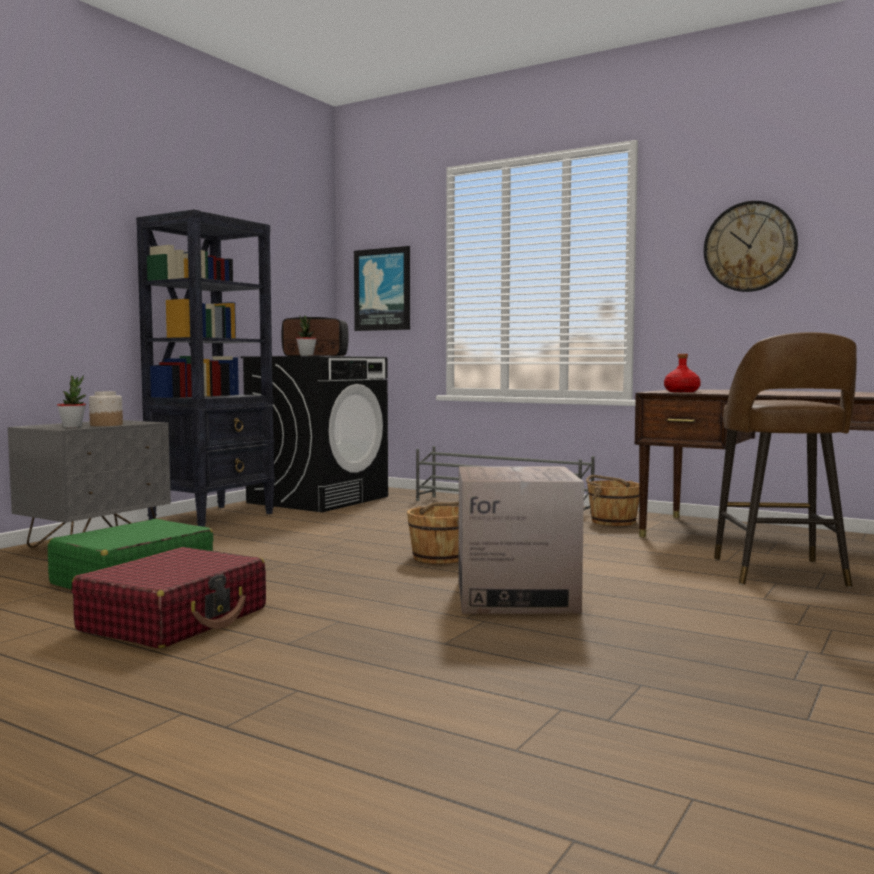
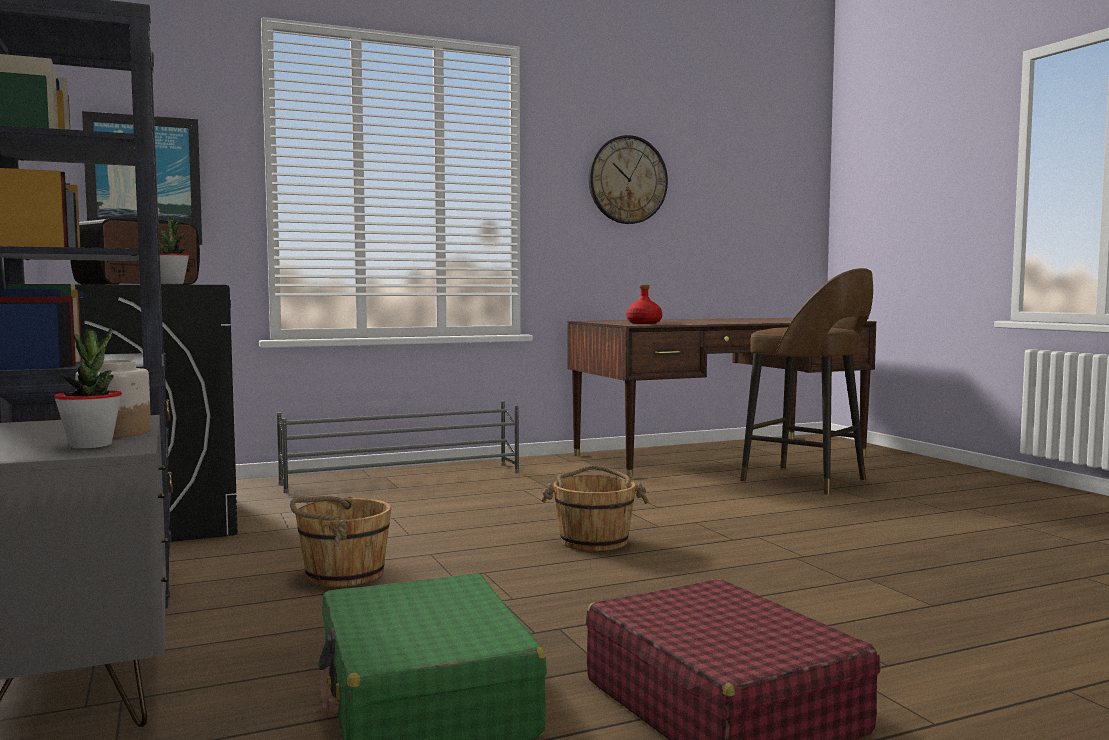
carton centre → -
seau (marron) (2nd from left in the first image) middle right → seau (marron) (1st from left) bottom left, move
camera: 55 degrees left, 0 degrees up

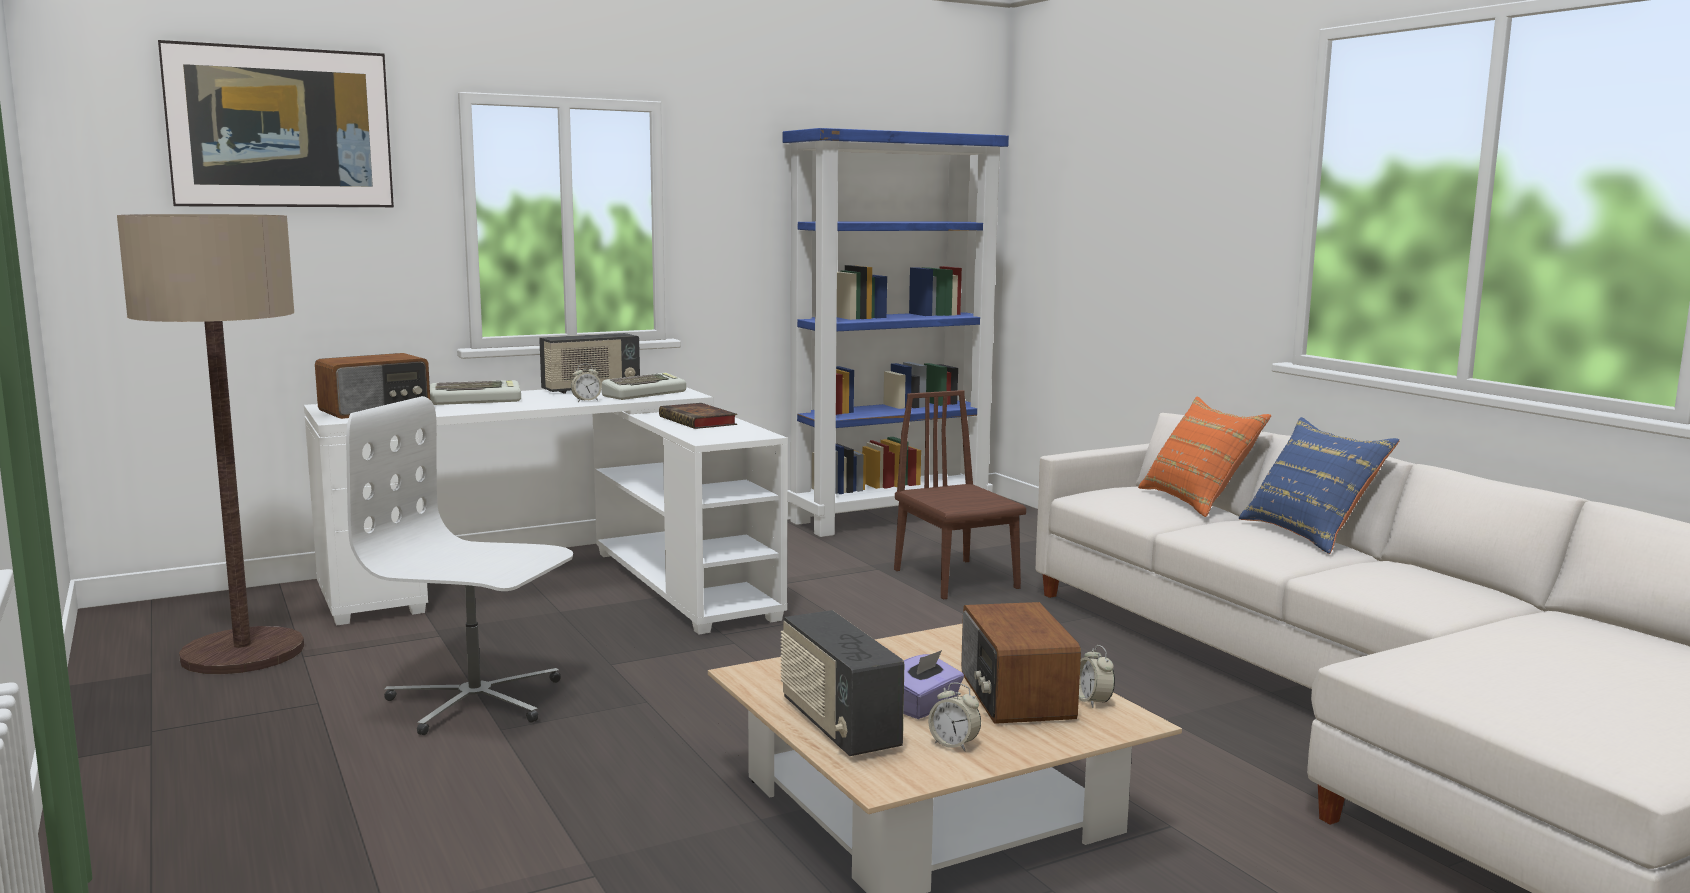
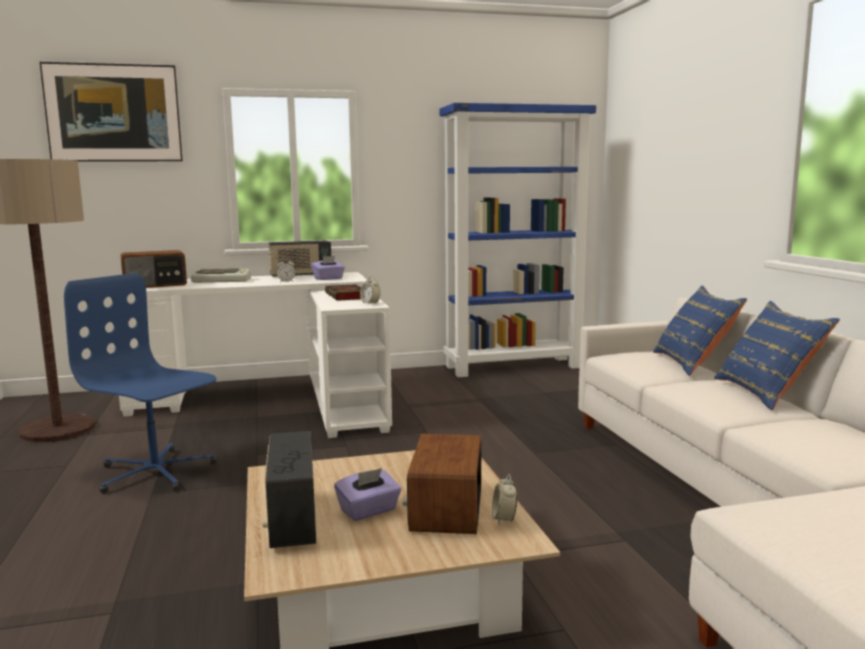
clavier (2nd from left) centre → boîte à mouchoirs (violet) (1st from left) centre
chaise (marron) centre → -
chaise de bureau (blanc) middle left → chaise de bureau (bleu) middle left
coussin (orange) middle right → coussin (bleu) (1st from left) middle right
réveil (2nd from left) bottom centre → réveil (2nd from left) centre, move
camera: 15 degrees right, 0 degrees up

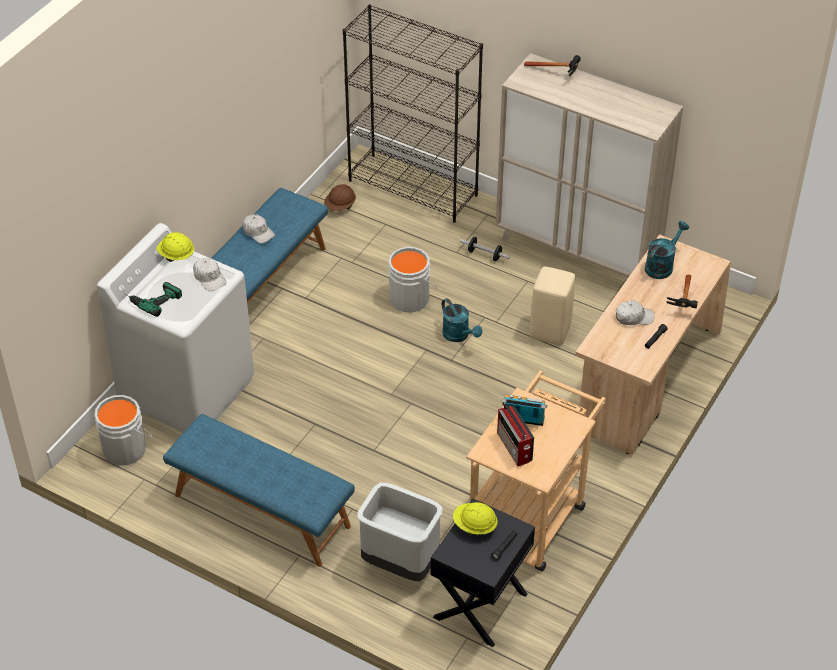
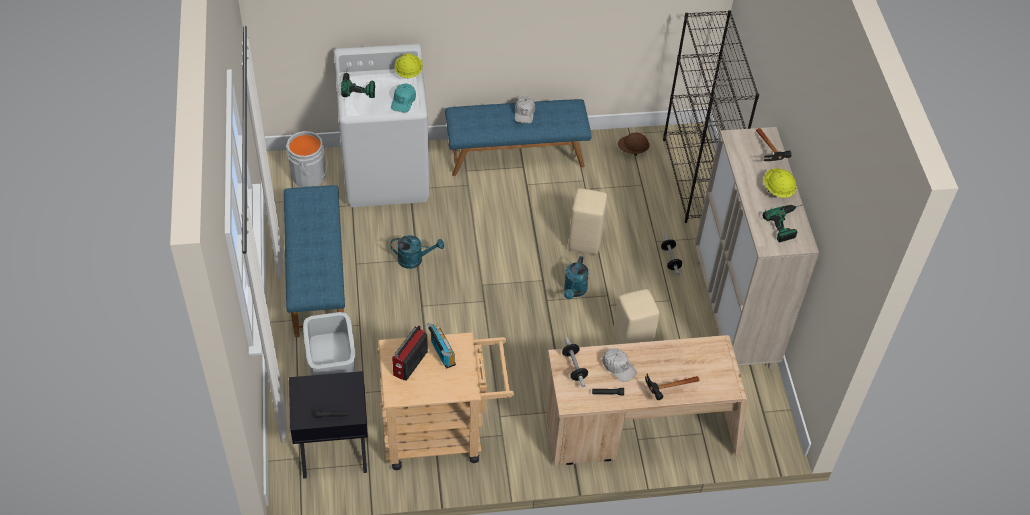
arrosoir (turquoise) (2nd from left in the first image) middle right → arrosoir (turquoise) (1st from left) centre, move
seau (gris) (2nd from left) centre → tabouret (beige) (1st from left) centre
casquette (blanc) (1st from left) middle left → casquette (turquoise) top centre
casque de chantier (jaune) (2nd from left) bottom centre → casque de chantier (jaune) (2nd from left) middle right, move
- → perceuse (2nd from left) middle right
- → haltère (1st from left) bottom centre
camera: 50 degrees right, 5 degrees up

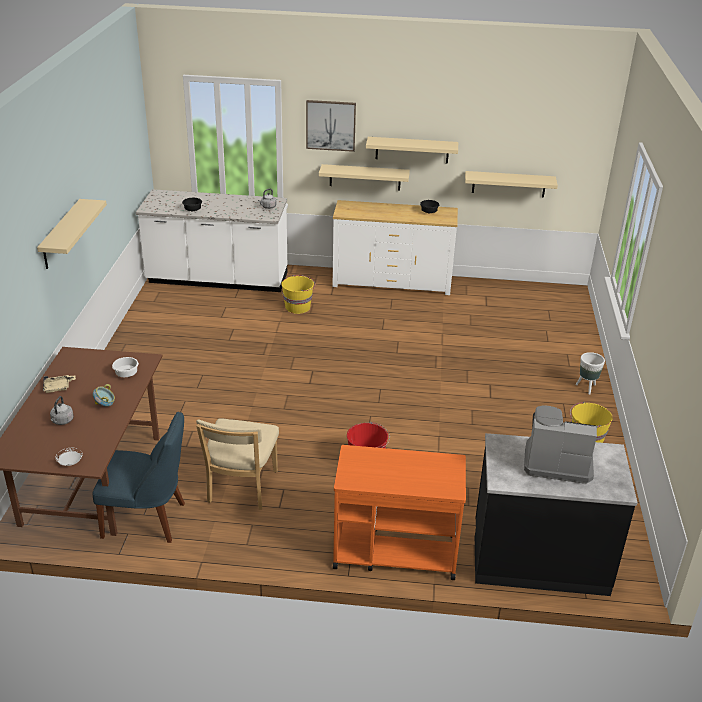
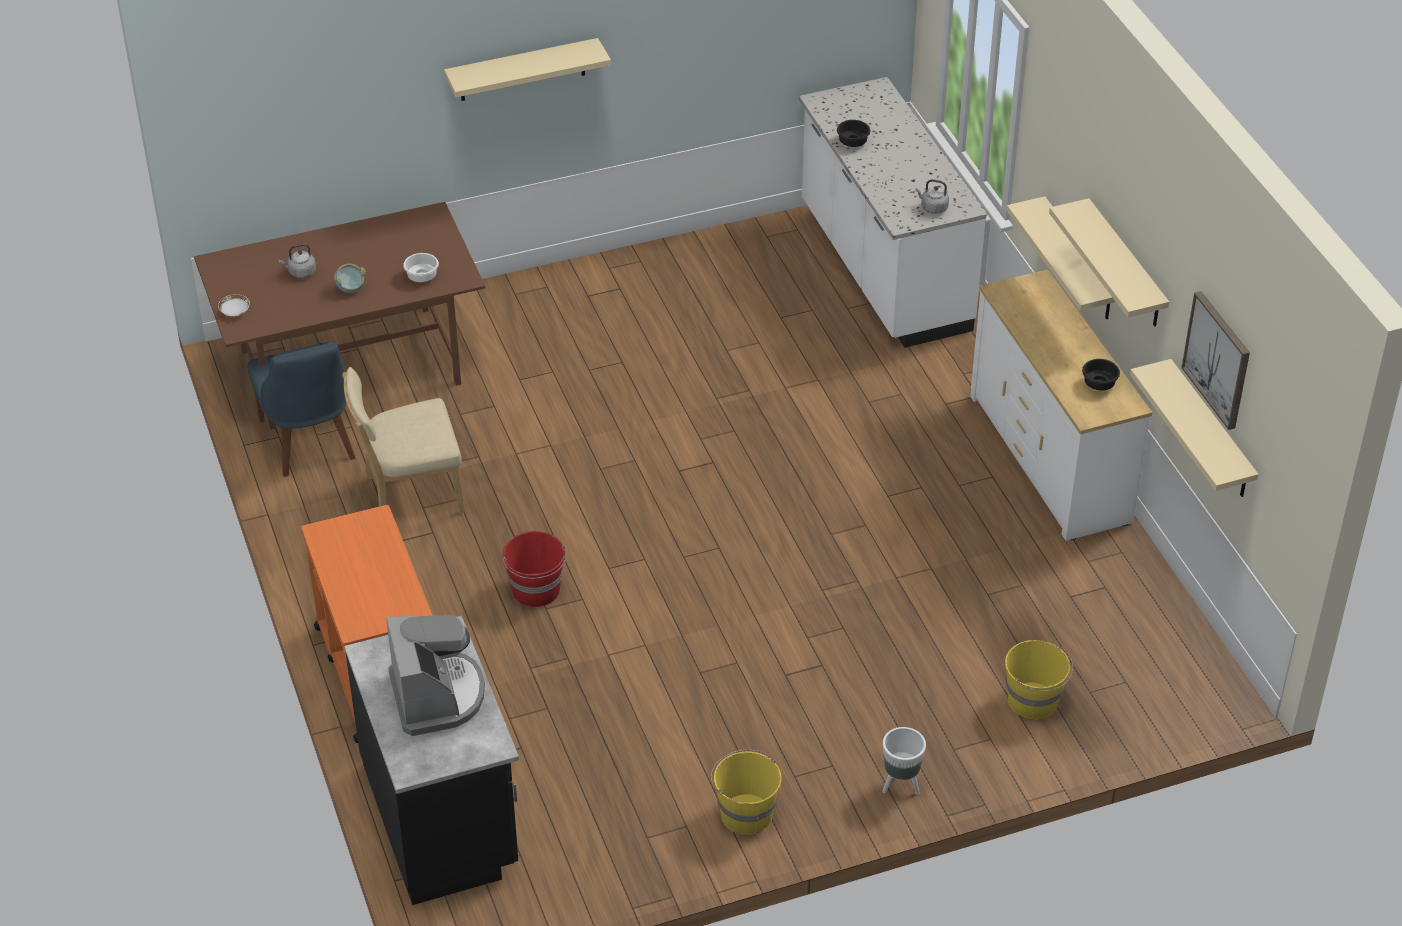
tableau top centre → tableau middle right, move
seau (jaune) (1st from left in the first image) centre → seau (jaune) (2nd from left) bottom right, move
plateau (beige) middle left → -
camera: 65 degrees right, 10 degrees up

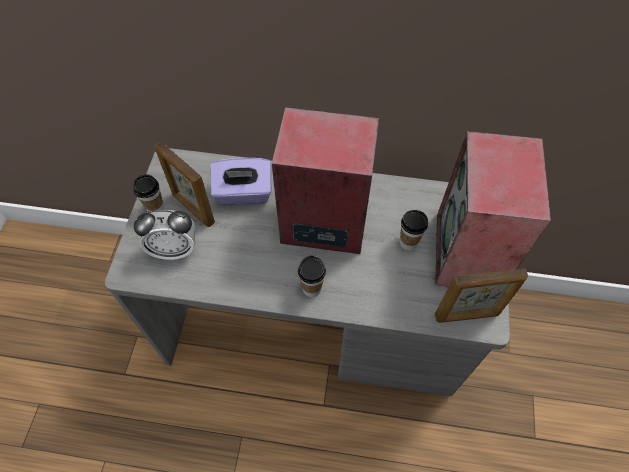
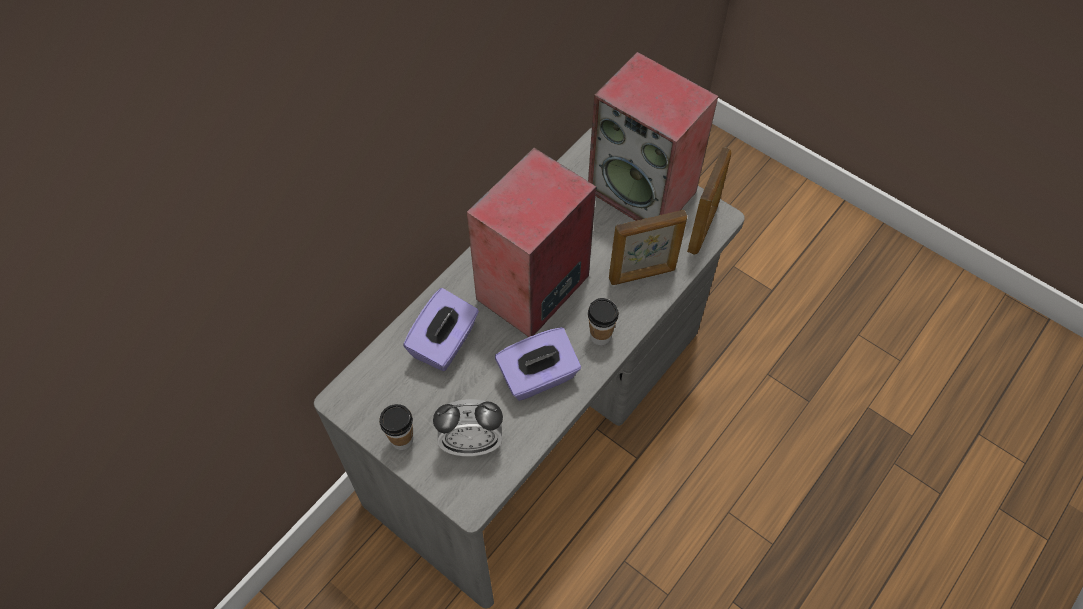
cadre photo (1st from left) middle left → cadre photo (1st from left) centre, move
réveil middle left → réveil bottom centre, 60 degrees clockwise
tasse (3rd from left) centre → -
- → boîte à mouchoirs (violet) (2nd from left) centre
camera: 60 degrees left, 0 degrees up

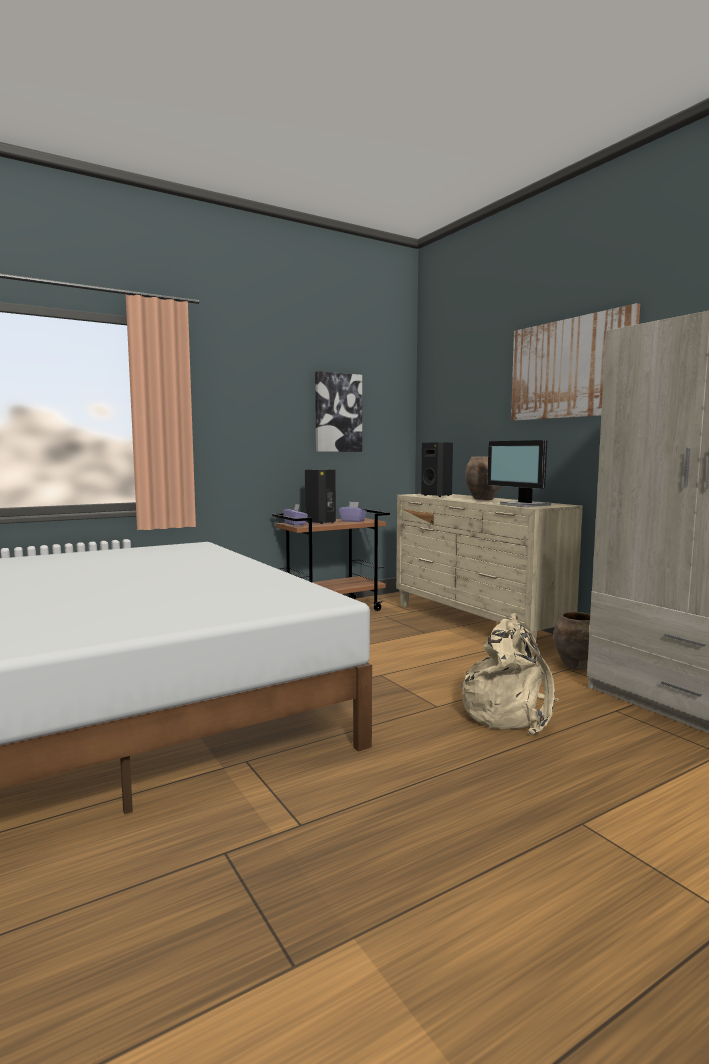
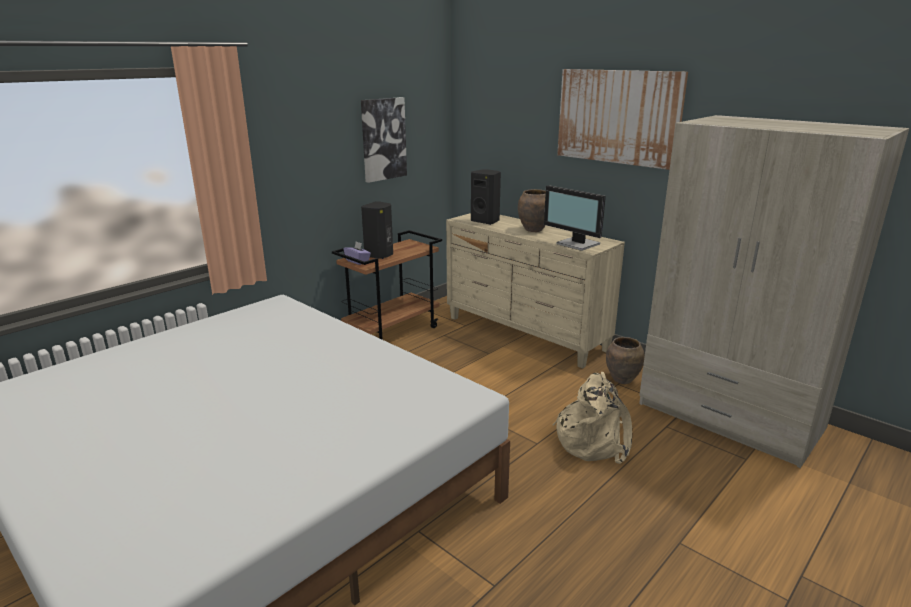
boîte à mouchoirs (violet) (2nd from left) centre → -
camera: 15 degrees left, 15 degrees up

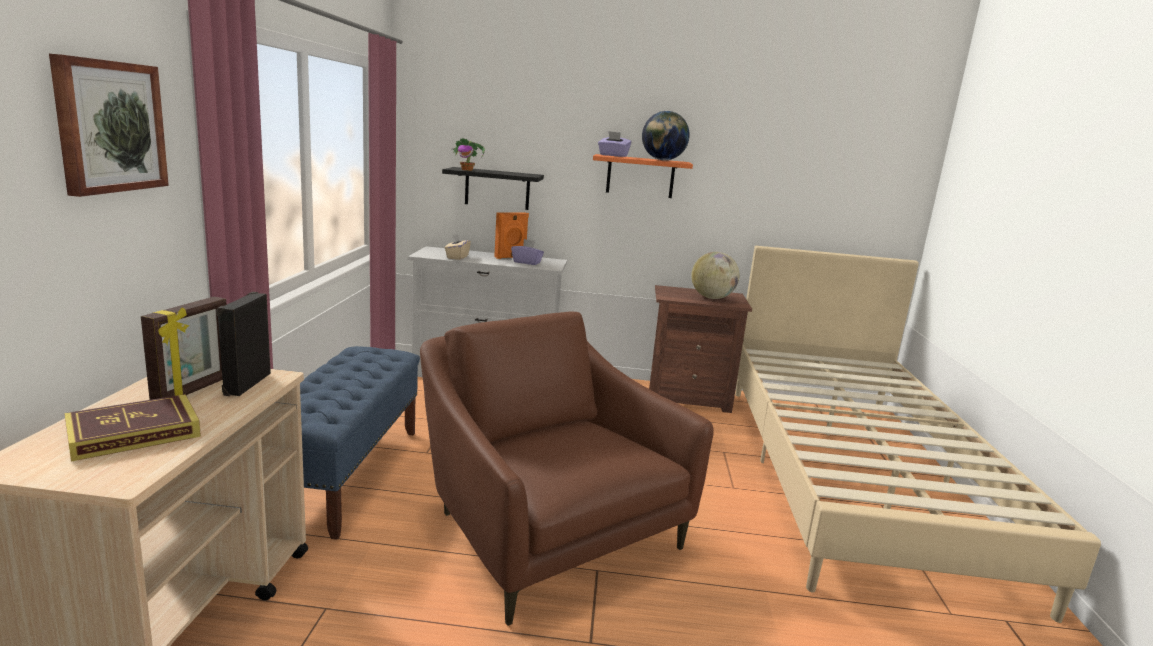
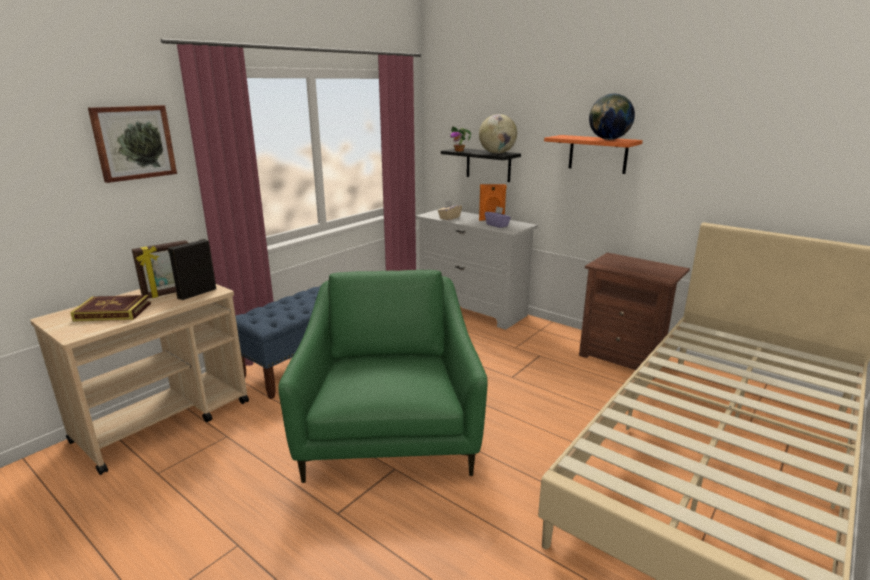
boîte à mouchoirs (violet) (2nd from left) top centre → -
globe (2nd from left in the first image) centre → globe (1st from left) top centre, move
fauteuil (marron) bottom centre → fauteuil (vert) centre
camera: 35 degrees right, 5 degrees up

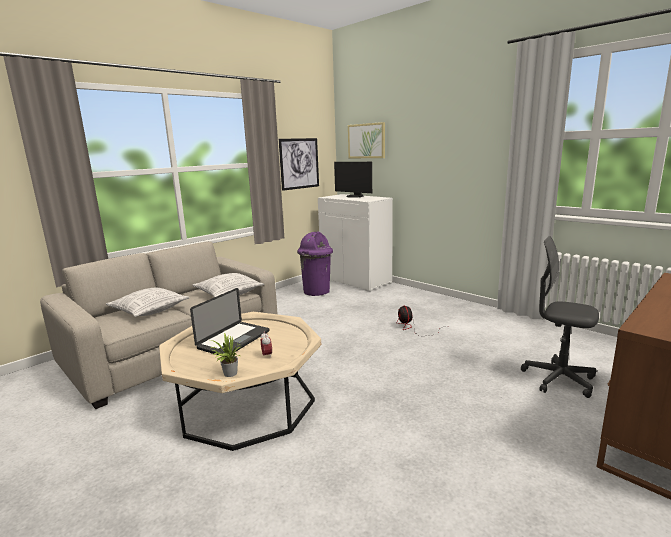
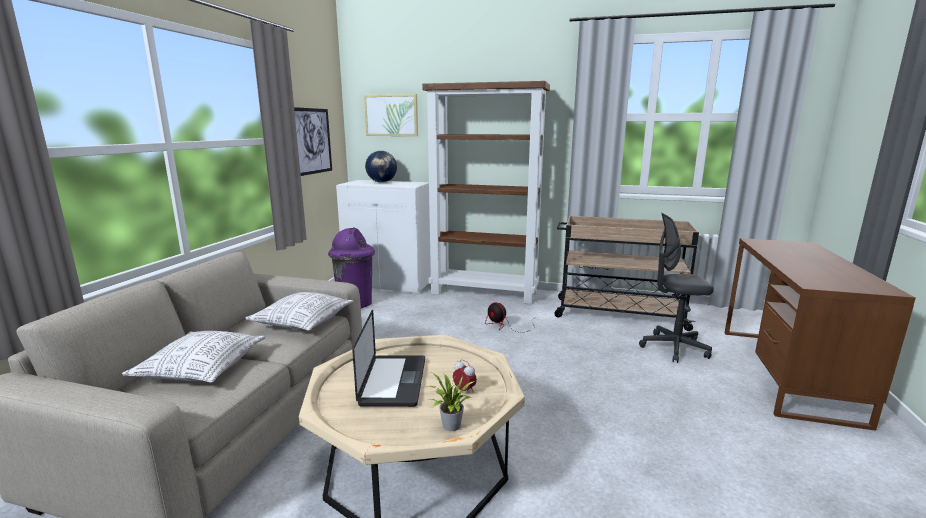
écran d'ordinateur centre → globe top centre
- → bibliothèque (marron) centre
- → chariot (beige) middle right
camera: 30 degrees left, 0 degrees up

